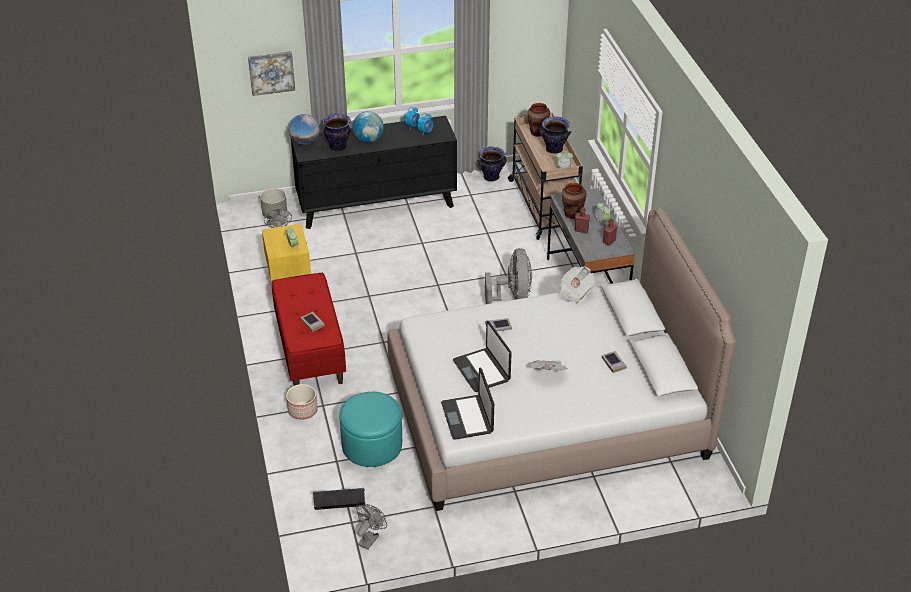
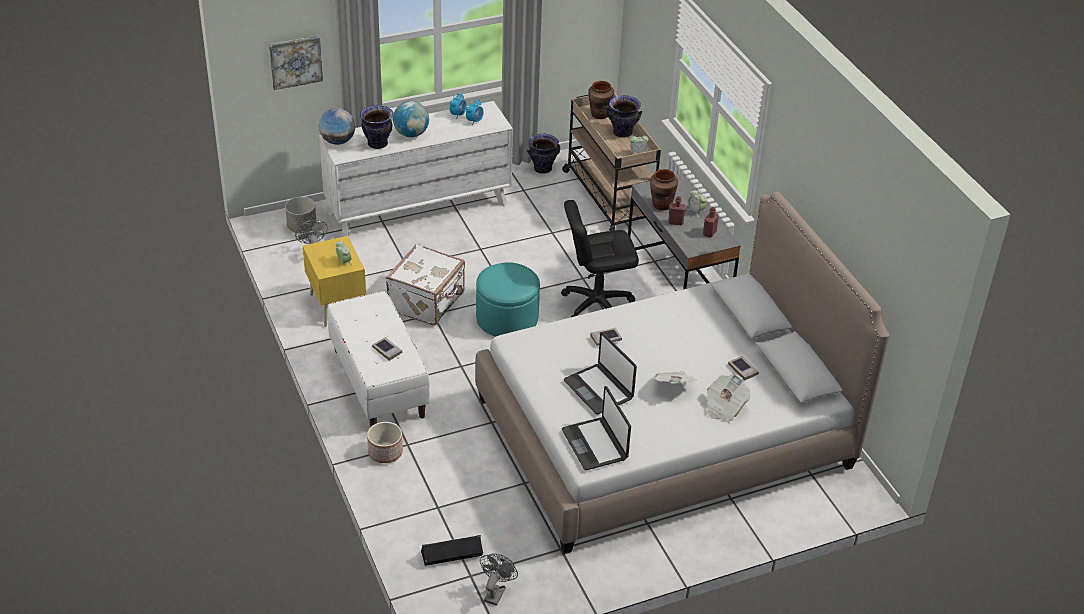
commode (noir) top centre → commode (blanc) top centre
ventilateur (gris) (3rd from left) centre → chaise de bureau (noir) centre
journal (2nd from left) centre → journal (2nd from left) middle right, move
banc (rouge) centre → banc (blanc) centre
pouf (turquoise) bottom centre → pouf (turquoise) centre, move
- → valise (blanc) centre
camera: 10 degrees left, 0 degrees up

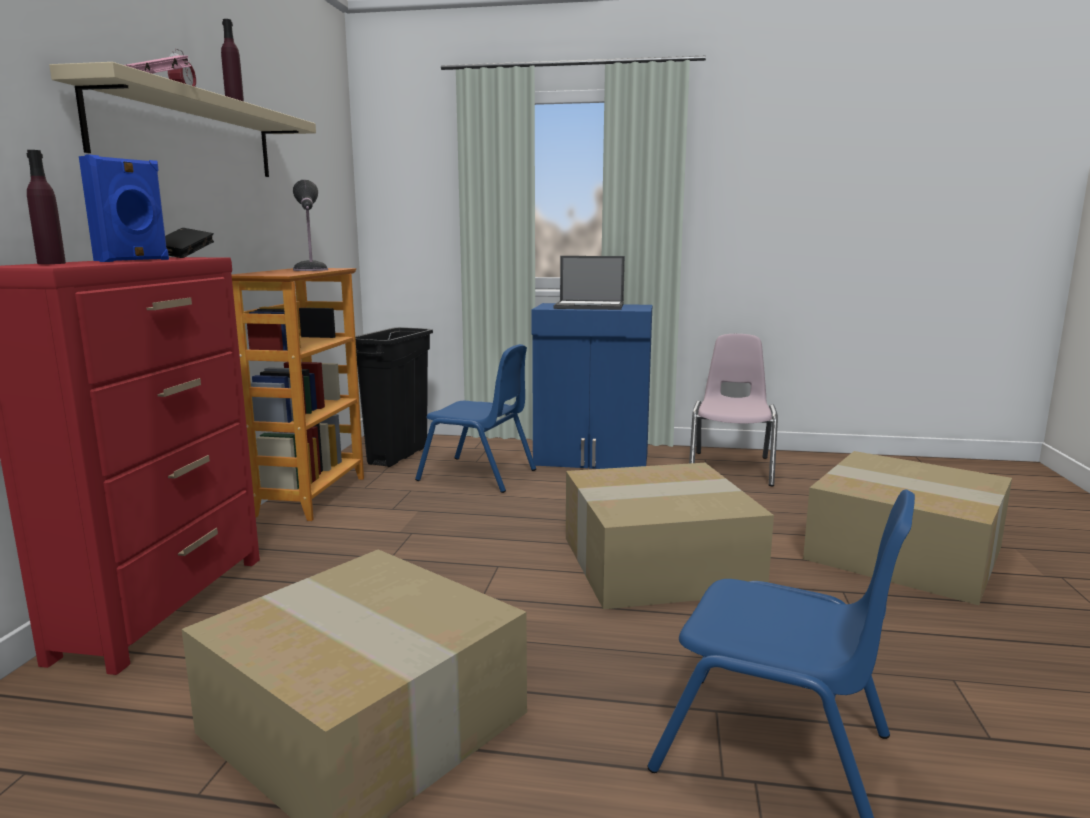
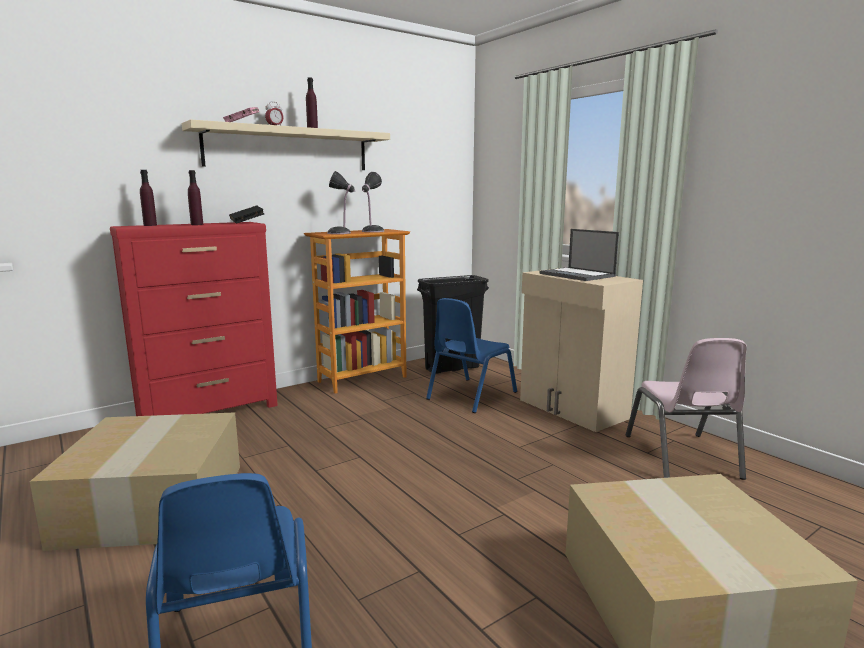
enceinte (bleu) top left → bouteille (violet) (2nd from left) top left
meuble de rangement (bleu) centre → meuble de rangement (beige) middle right
chaise (rose) middle right, 120 degrees clockwise
chaise (bleu) (1st from left in the first image) centre → chaise (bleu) (2nd from left) centre, 60 degrees clockwise
carton (2nd from left) centre → -
- → lampe de table (1st from left) top centre
camera: 45 degrees right, 0 degrees up

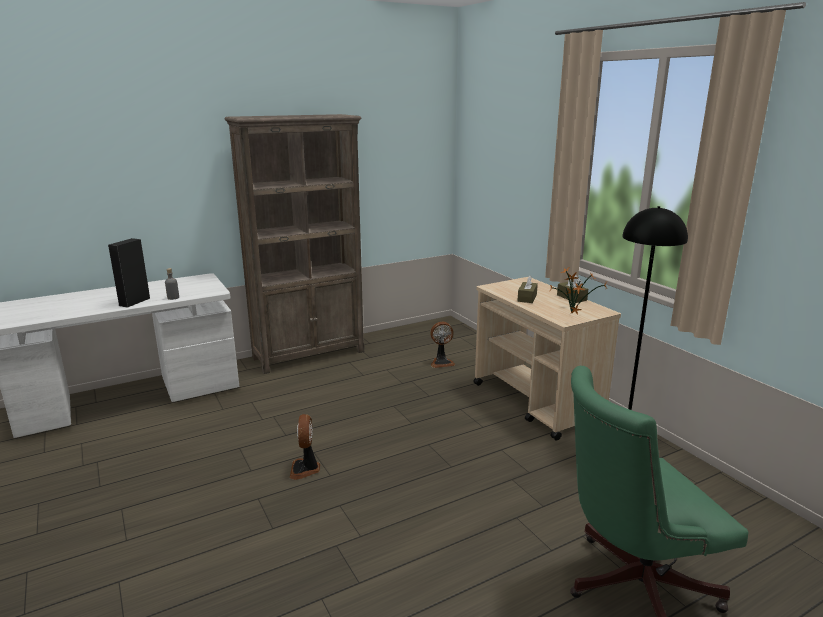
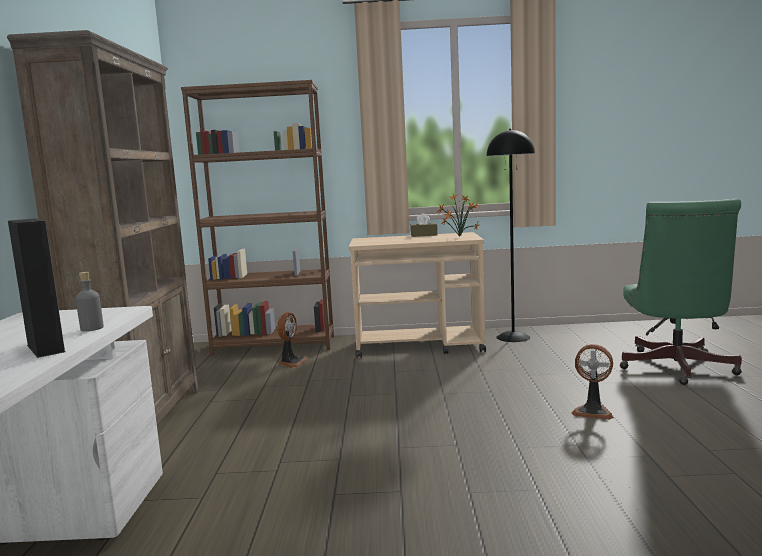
boîte à mouchoirs (marron) (1st from left) centre → -
ventilateur (1st from left in the first image) bottom centre → ventilateur (2nd from left) bottom right, move
- → bibliothèque (marron) (2nd from left) centre
camera: 60 degrees left, 10 degrees down

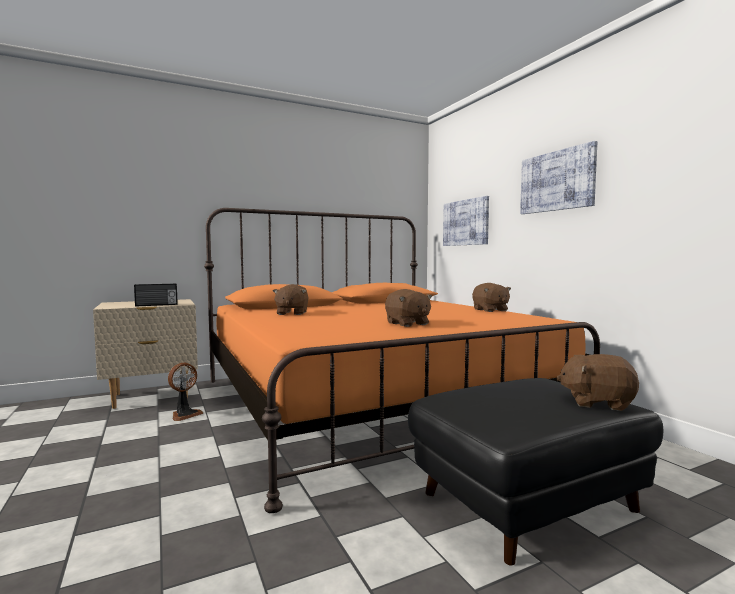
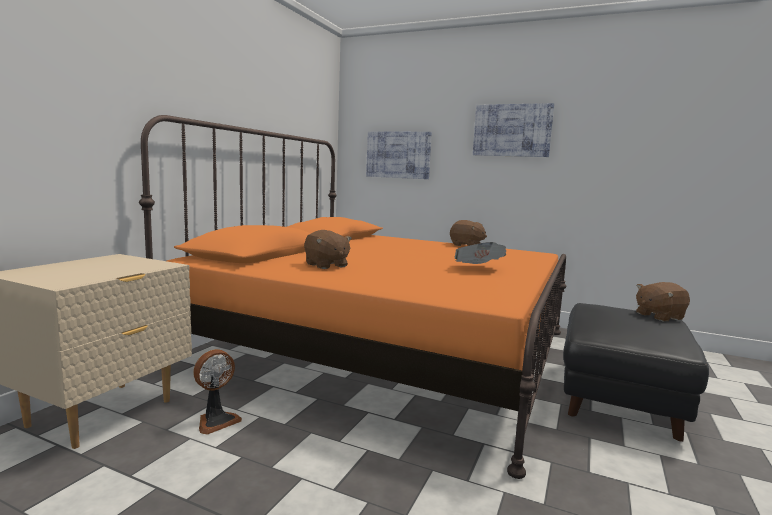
radio middle left → -
peluche (marron) (2nd from left) centre → journal centre
ventilateur middle left → ventilateur bottom left, 45 degrees clockwise
camera: 40 degrees left, 5 degrees up

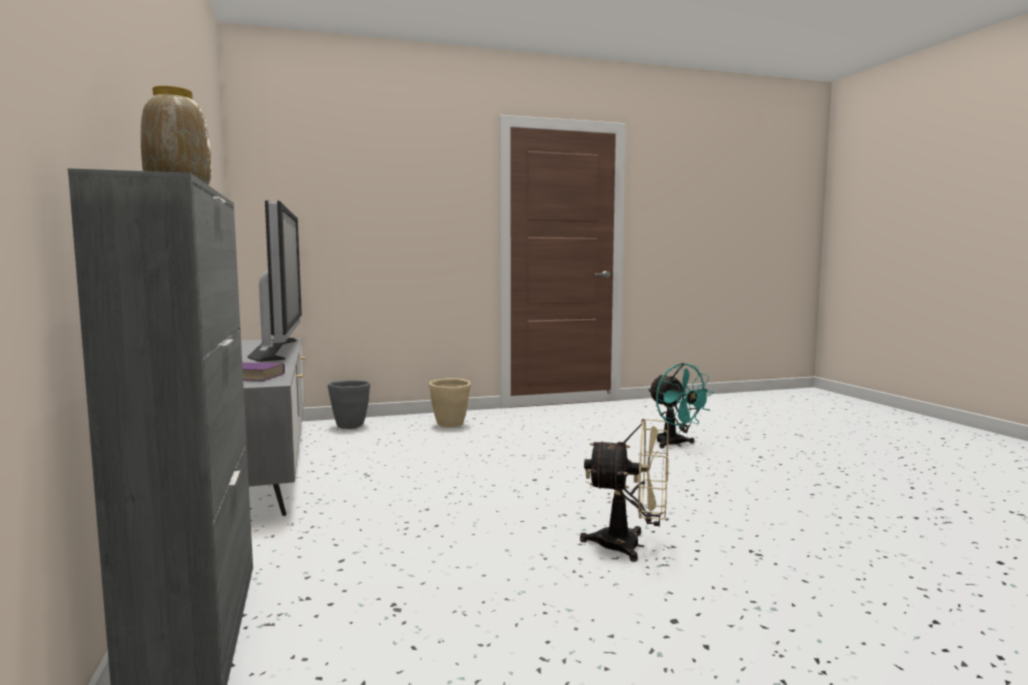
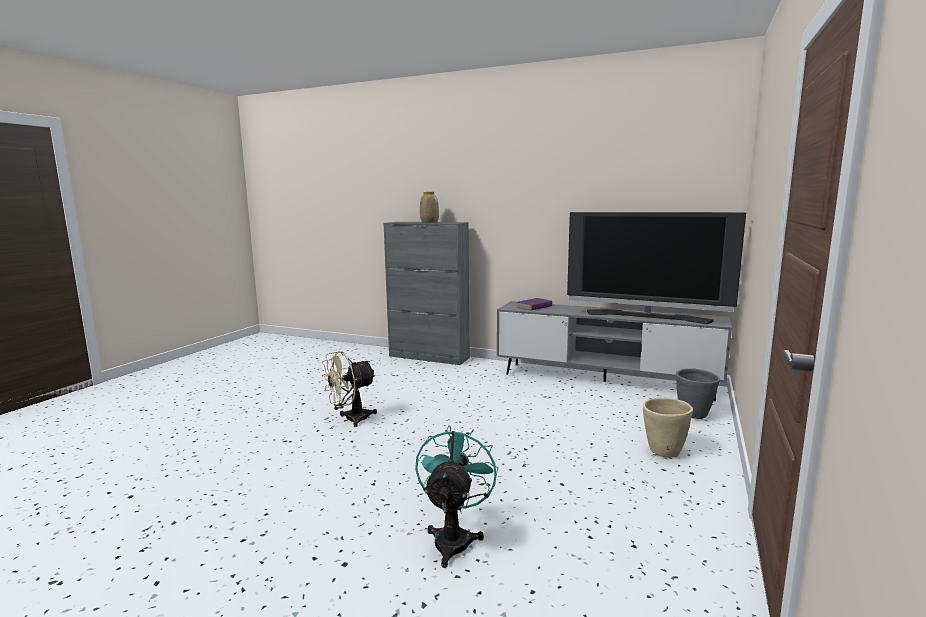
ventilateur (turquoise) centre → ventilateur (turquoise) bottom centre, 90 degrees clockwise
camera: 130 degrees right, 5 degrees up

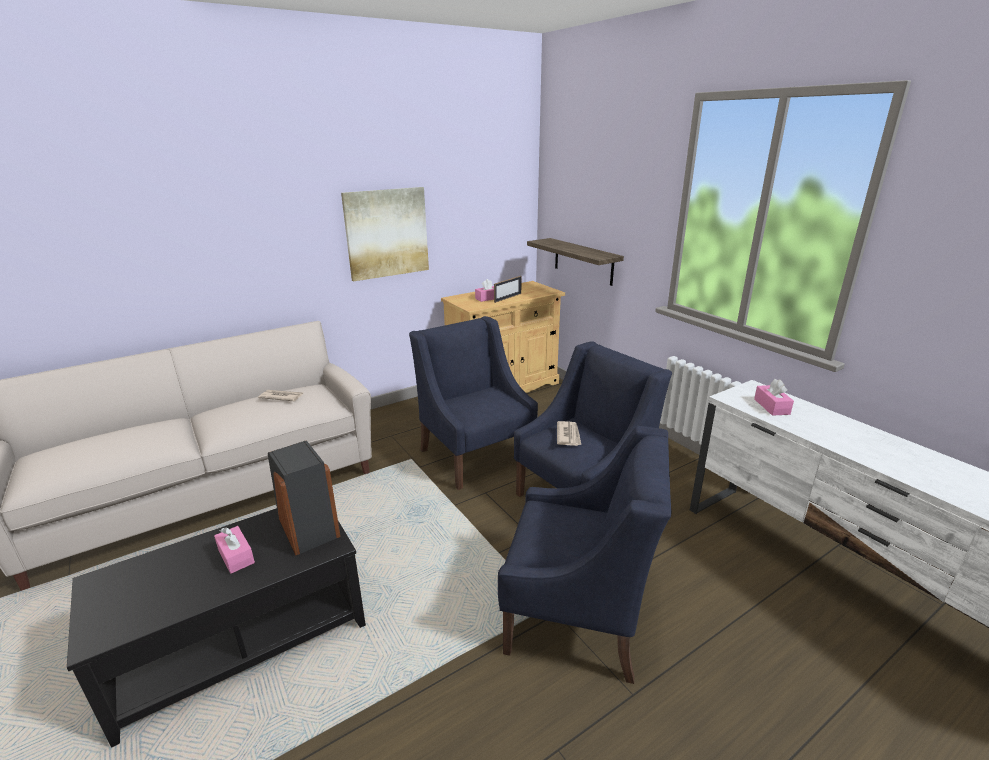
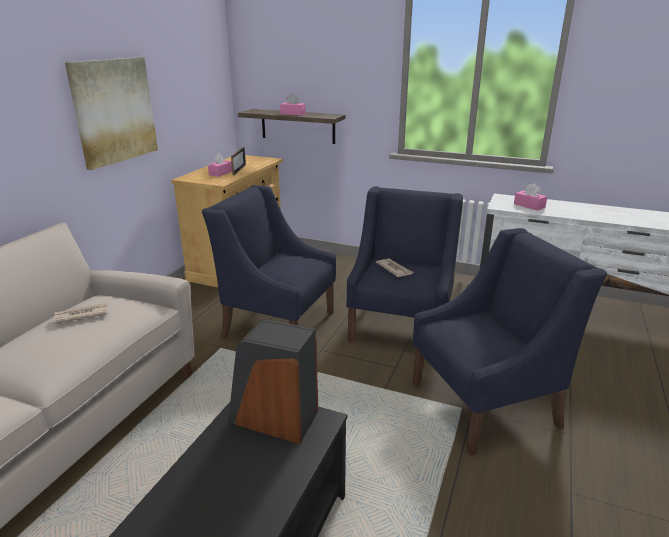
boîte à mouchoirs (rose) (1st from left in the first image) bottom left → boîte à mouchoirs (rose) (2nd from left) top centre, move
camera: 35 degrees left, 0 degrees up

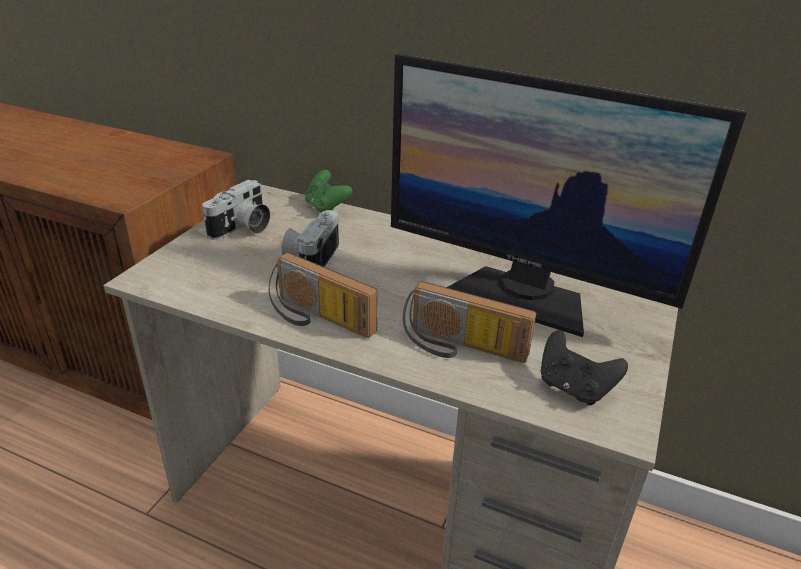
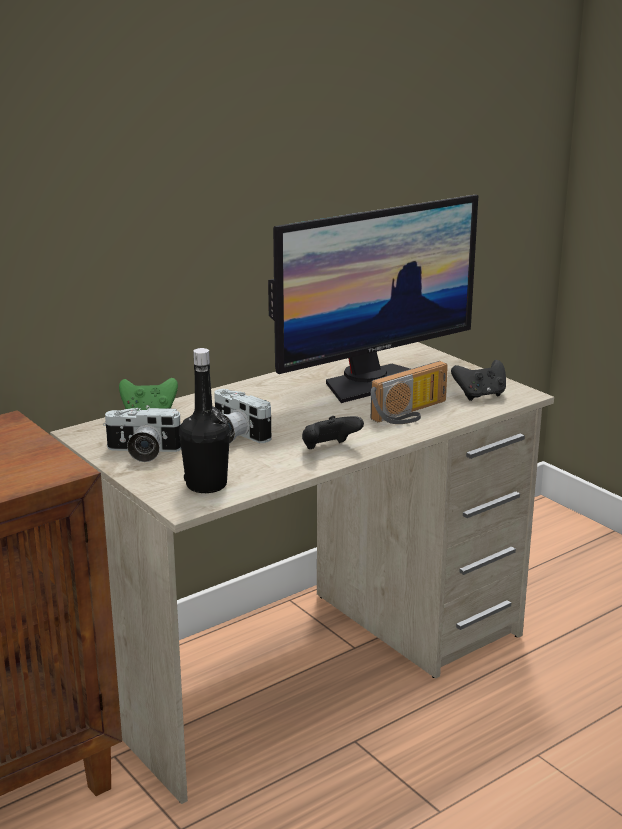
appareil photo (1st from left) middle left, 120 degrees clockwise
radio (1st from left) centre → manette (noir) (1st from left) centre
- → bouteille (noir) middle left
camera: 60 degrees left, 10 degrees down

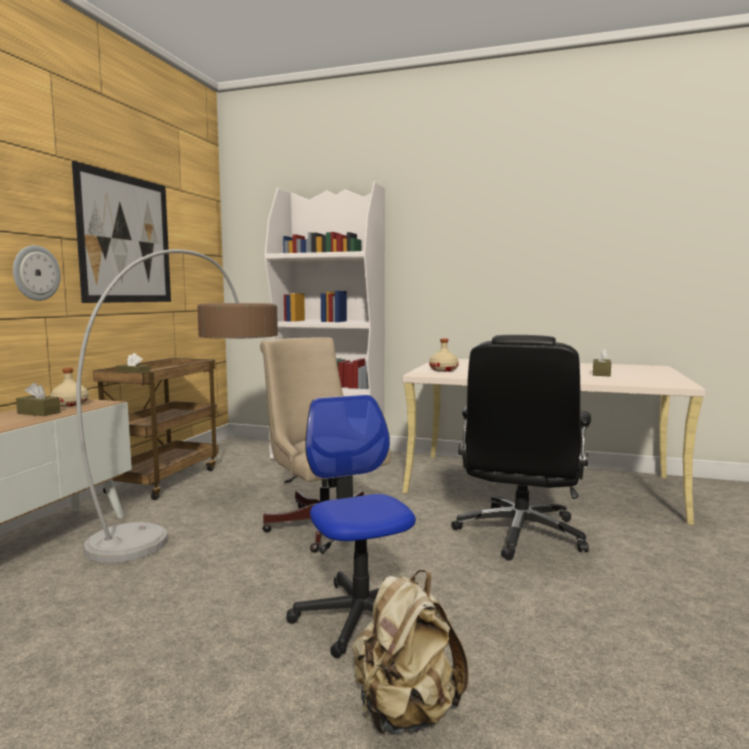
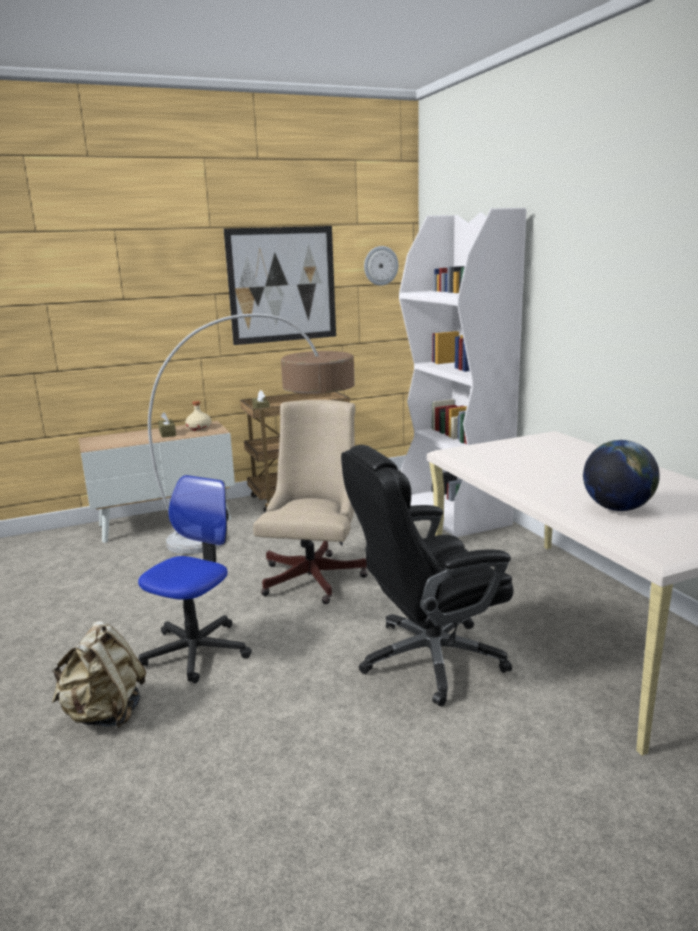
horloge murale middle left → horloge murale top centre, move
bouteille (beige) (2nd from left) centre → -
boîte à mouchoirs (marron) (3rd from left) middle right → globe middle right
camera: 50 degrees right, 10 degrees up

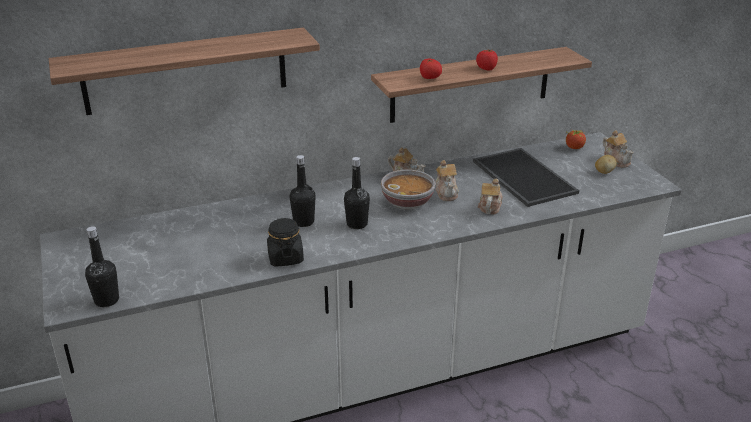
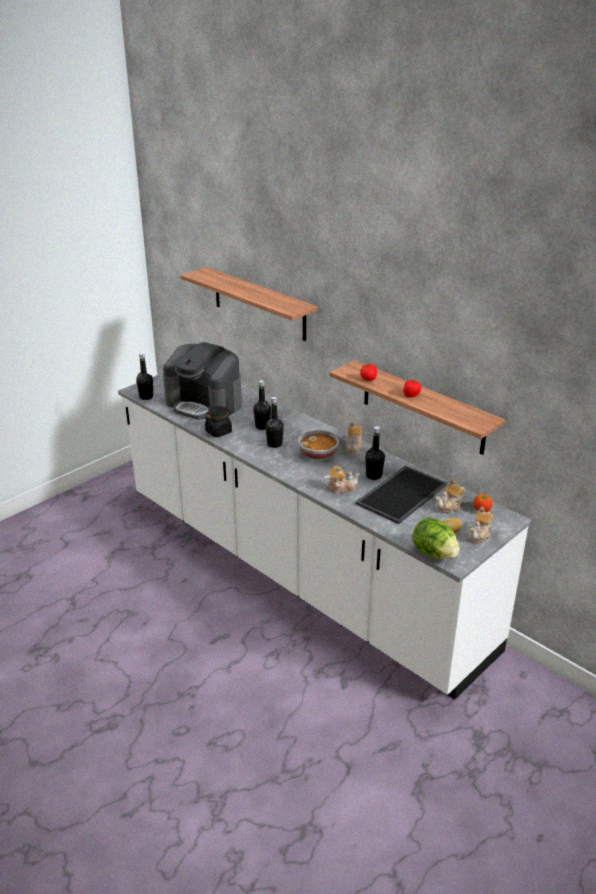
théière (2nd from left in the first image) centre → théière (3rd from left) middle right, move
- → machine à café centre
- → bouteille (noir) (4th from left) centre
- → laitue middle right
camera: 65 degrees right, 0 degrees up

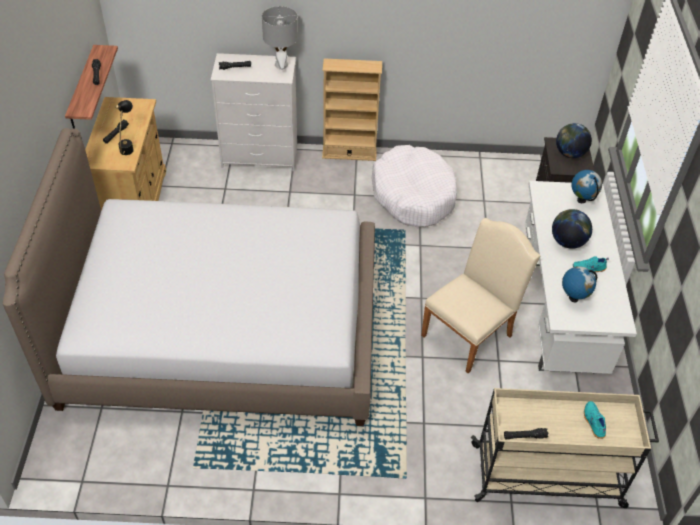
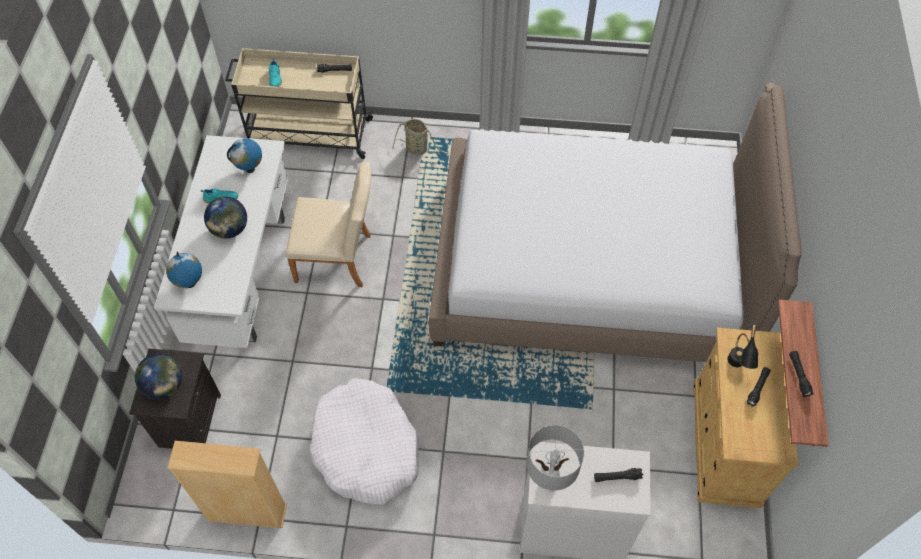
bibliothèque (beige) top centre → bibliothèque (beige) bottom left, move
chaise (beige) middle right → chaise (beige) centre, 135 degrees counterclockwise
- → panier top centre
camera: 175 degrees left, 10 degrees up

